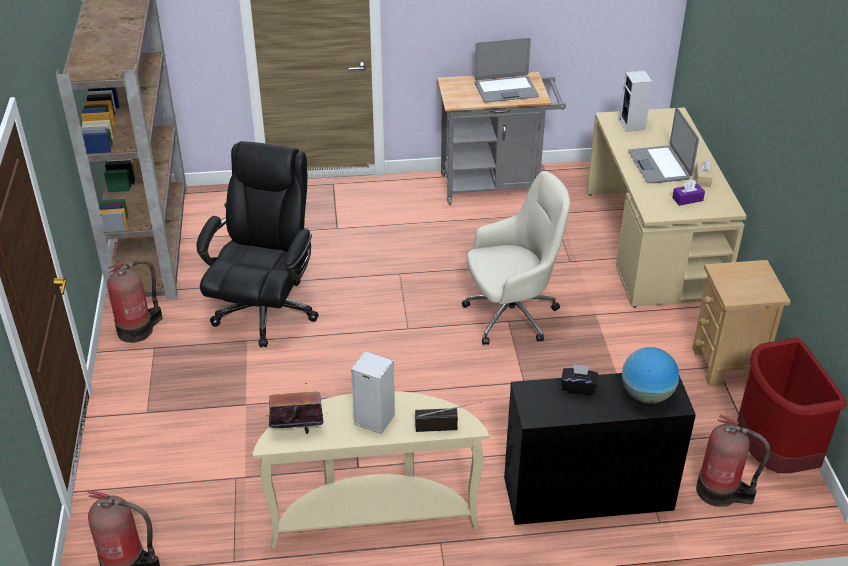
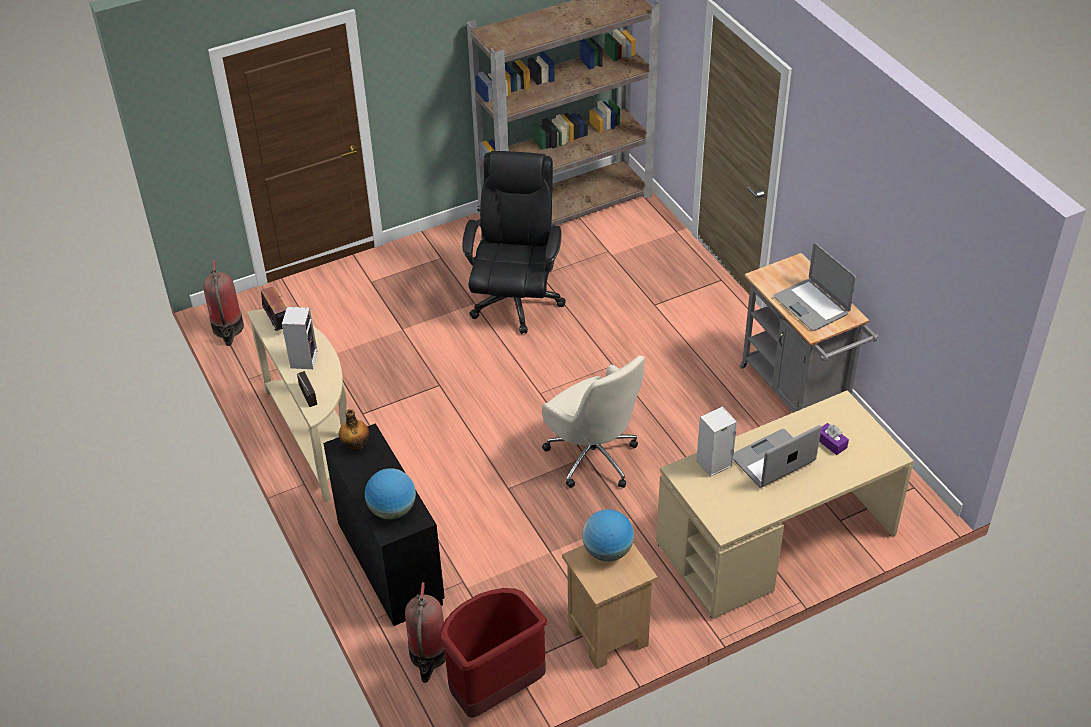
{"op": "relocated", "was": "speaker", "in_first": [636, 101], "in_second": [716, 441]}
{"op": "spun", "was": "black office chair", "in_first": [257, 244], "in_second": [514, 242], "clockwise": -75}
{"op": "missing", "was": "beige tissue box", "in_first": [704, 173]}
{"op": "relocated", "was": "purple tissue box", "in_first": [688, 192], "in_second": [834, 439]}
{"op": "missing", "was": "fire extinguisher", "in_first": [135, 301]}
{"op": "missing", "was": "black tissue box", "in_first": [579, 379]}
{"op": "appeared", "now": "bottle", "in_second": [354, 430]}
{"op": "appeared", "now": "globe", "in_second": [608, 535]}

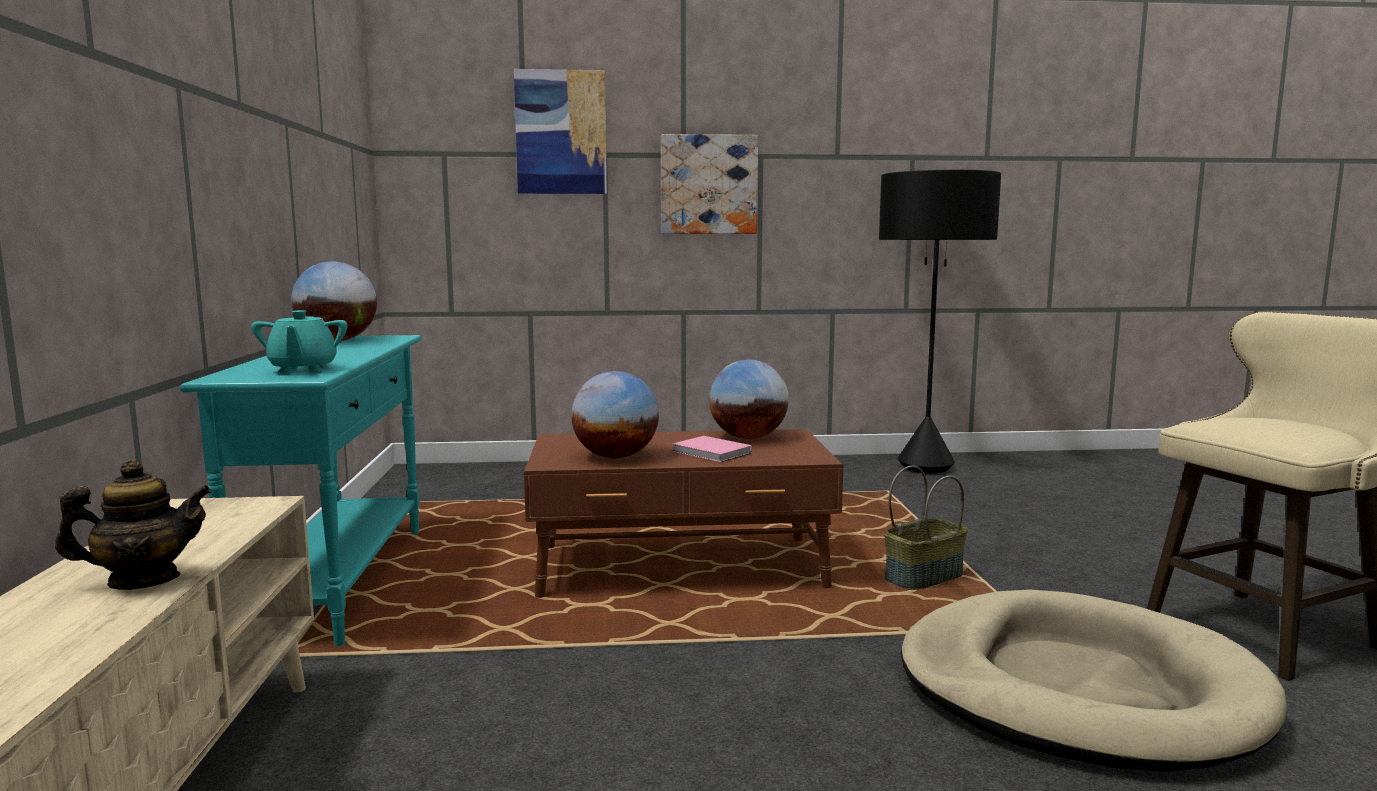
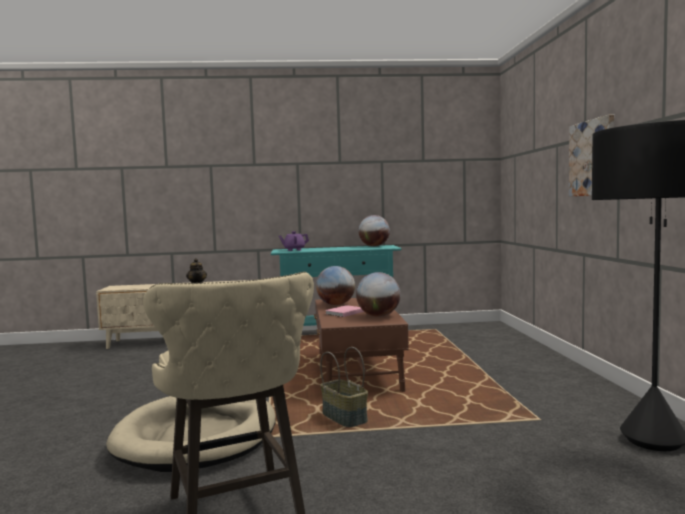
{"op": "missing", "was": "picture", "in_first": [560, 131]}
{"op": "colour", "was": "turquoise teapot", "now": "purple teapot", "in_first": [299, 342], "in_second": [294, 241]}

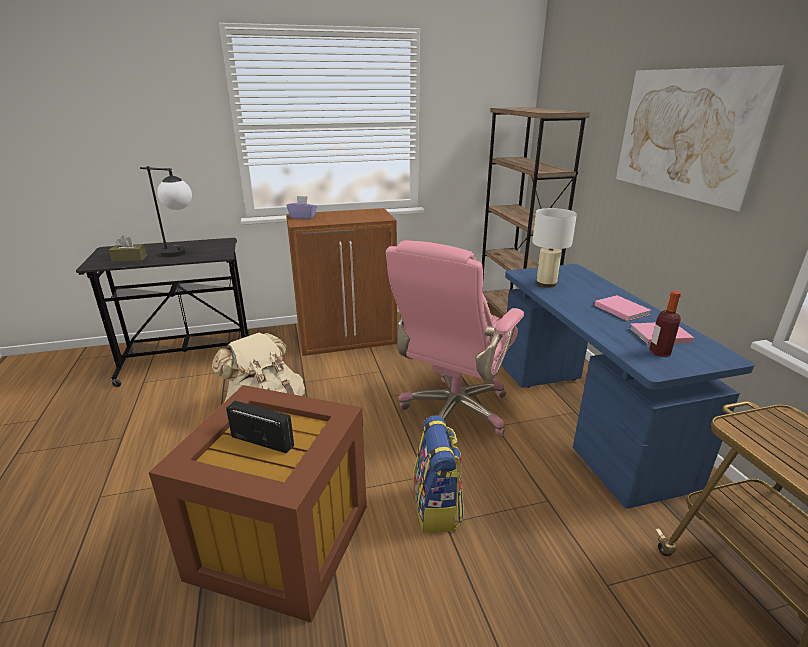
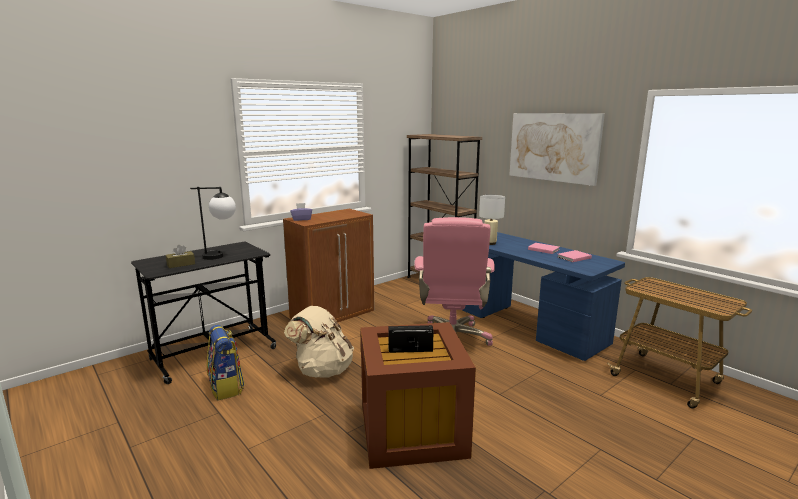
{"op": "missing", "was": "bottle", "in_first": [665, 324]}
{"op": "relocated", "was": "backpack", "in_first": [438, 474], "in_second": [226, 362]}

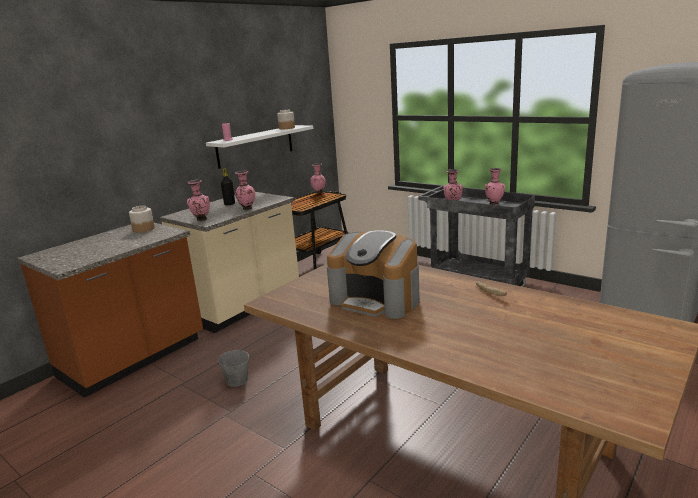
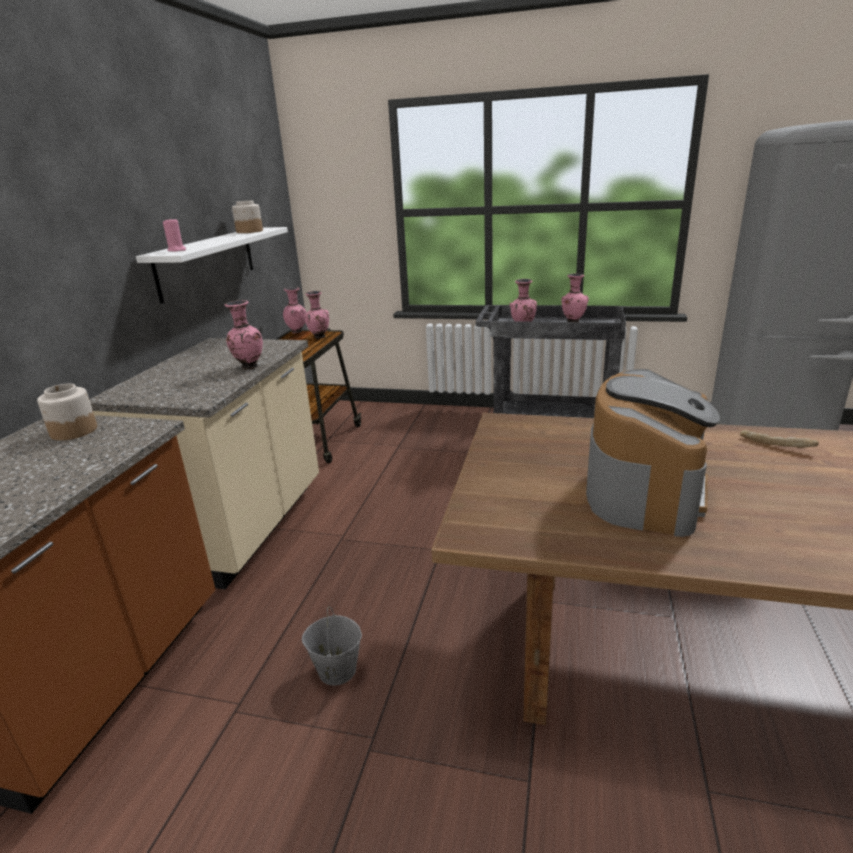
{"op": "missing", "was": "black bottle", "in_first": [228, 186]}
{"op": "relocated", "was": "pink vase", "in_first": [198, 200], "in_second": [316, 315]}
{"op": "spun", "was": "coffee machine", "in_first": [373, 274], "in_second": [653, 453], "clockwise": -75}

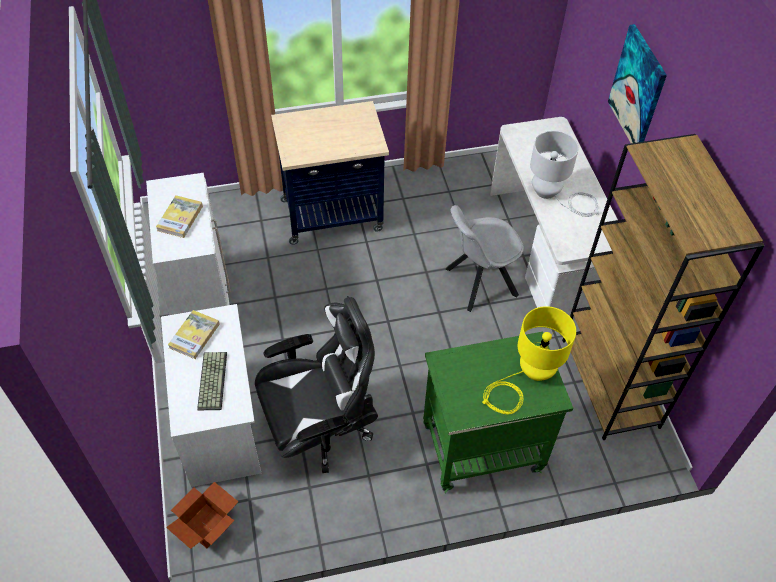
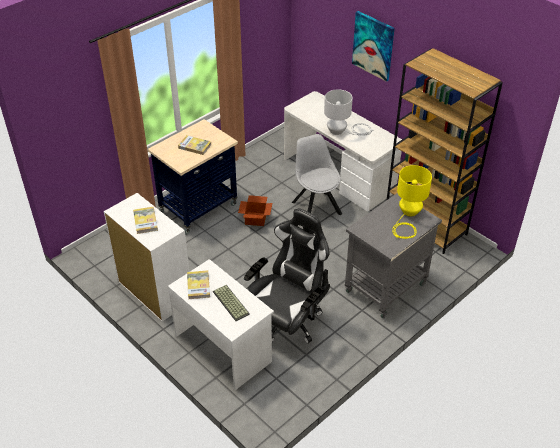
{"op": "spun", "was": "grey chair", "in_first": [485, 258], "in_second": [317, 174], "clockwise": 120}
{"op": "colour", "was": "green cart", "now": "grey cart", "in_first": [498, 412], "in_second": [393, 256]}
{"op": "relocated", "was": "cardboard box", "in_first": [202, 515], "in_second": [255, 210]}
{"op": "appeared", "now": "book", "in_second": [195, 145]}

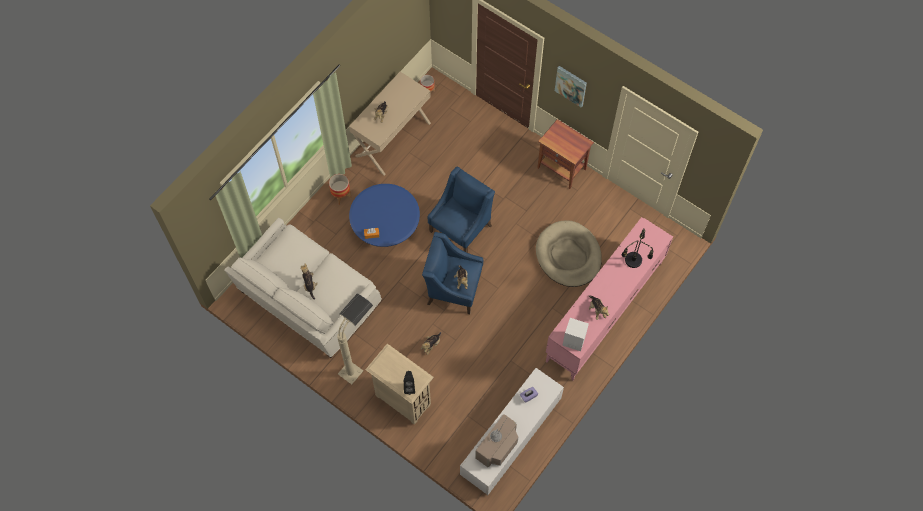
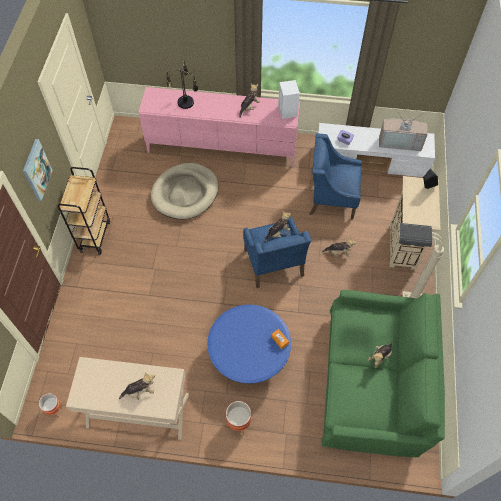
{"op": "exchanged", "was": "nightstand", "now": "brown cart", "in_first": [565, 154], "in_second": [84, 211]}
{"op": "relocated", "was": "blue armchair", "in_first": [461, 210], "in_second": [336, 176]}
{"op": "colour", "was": "white sofa", "now": "green sofa", "in_first": [303, 288], "in_second": [383, 373]}

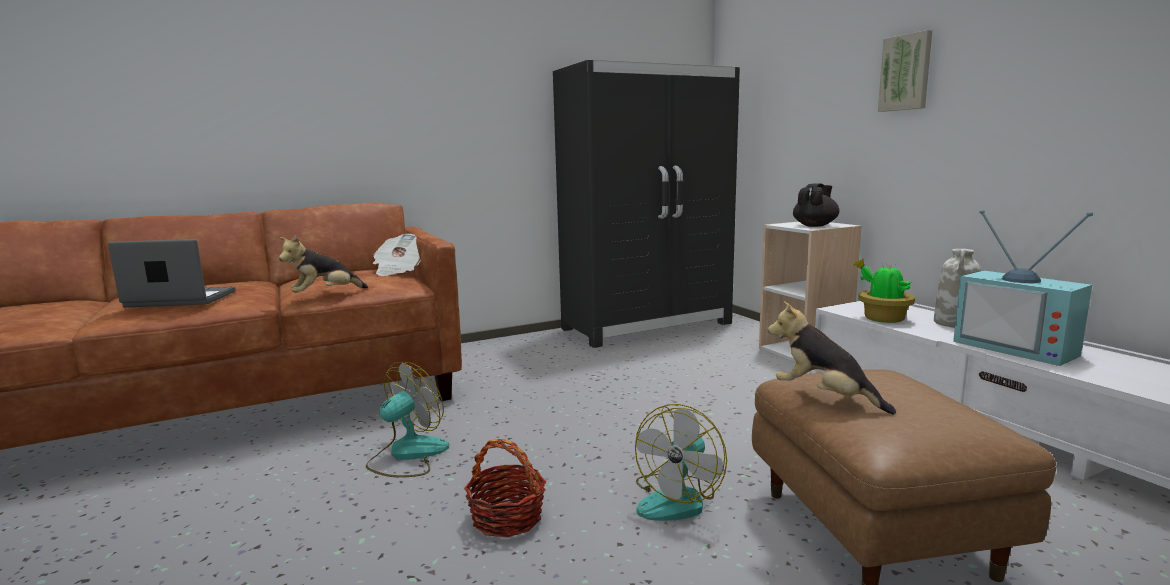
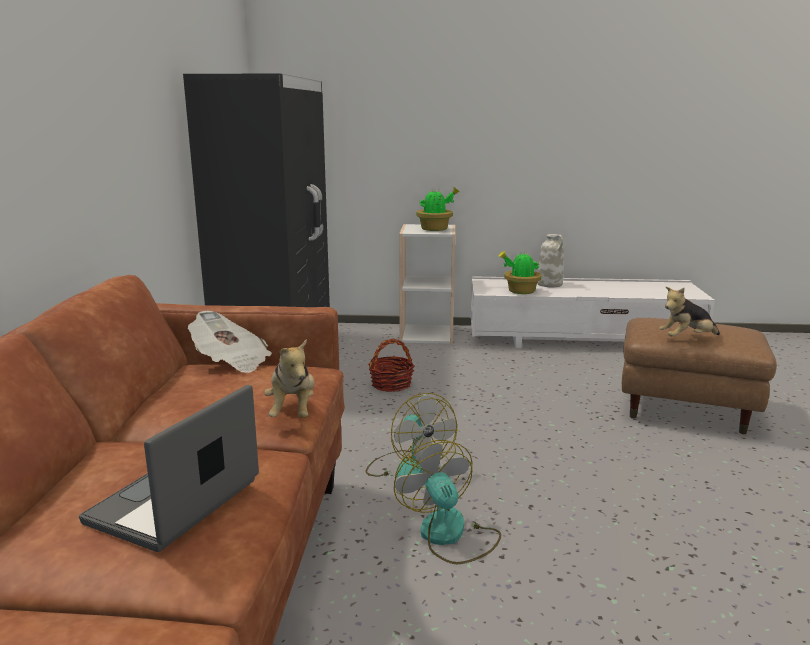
{"op": "missing", "was": "picture", "in_first": [905, 71]}
{"op": "exchanged", "was": "black teapot", "now": "potted plant", "in_first": [816, 205], "in_second": [437, 209]}
{"op": "missing", "was": "television", "in_first": [1023, 288]}
{"op": "relocated", "was": "fan", "in_first": [681, 462], "in_second": [411, 439]}
{"op": "relocated", "was": "basket", "in_first": [505, 488], "in_second": [391, 365]}

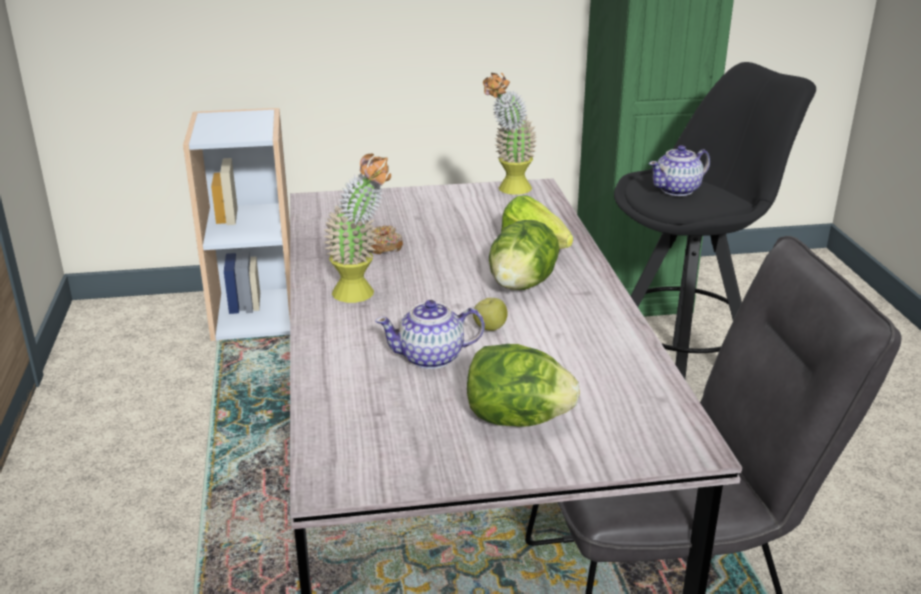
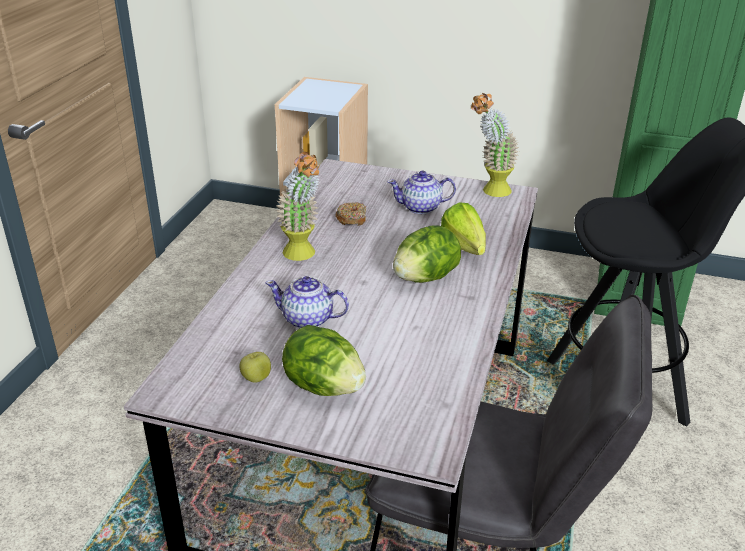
{"op": "relocated", "was": "teapot", "in_first": [679, 170], "in_second": [422, 192]}
{"op": "relocated", "was": "apple", "in_first": [490, 314], "in_second": [255, 367]}

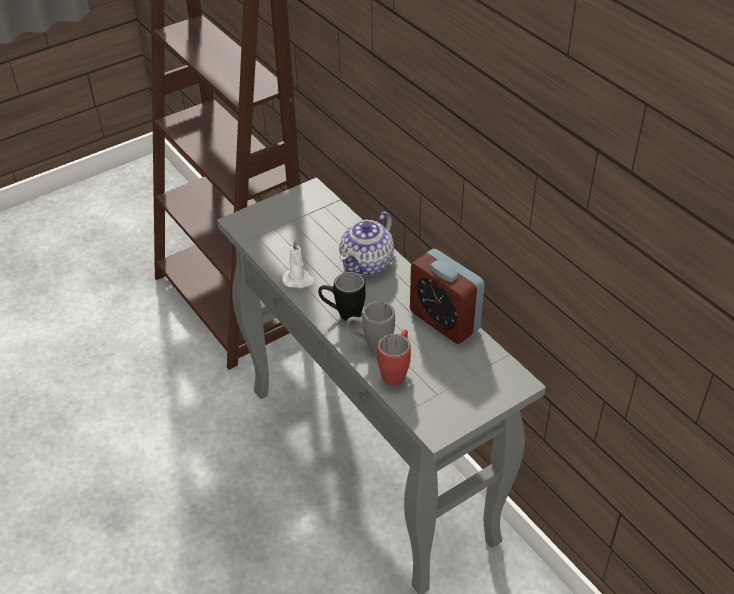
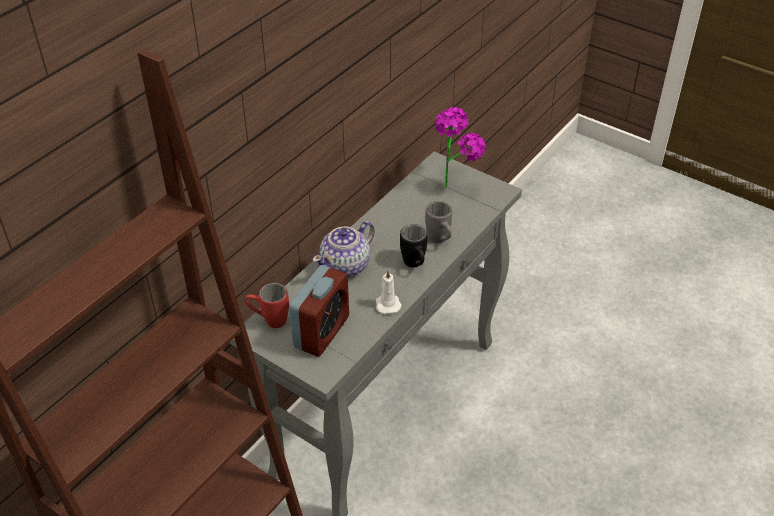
{"op": "spun", "was": "teapot", "in_first": [366, 244], "in_second": [344, 249], "clockwise": 120}
{"op": "relocated", "was": "alarm clock", "in_first": [447, 296], "in_second": [319, 311]}
{"op": "relocated", "was": "red mug", "in_first": [394, 357], "in_second": [267, 305]}
{"op": "appeared", "now": "potted plant", "in_second": [460, 147]}

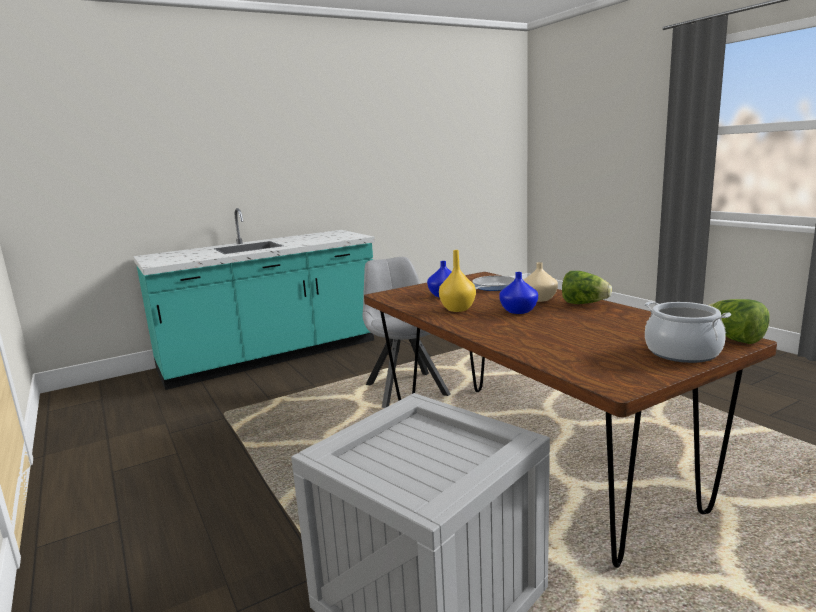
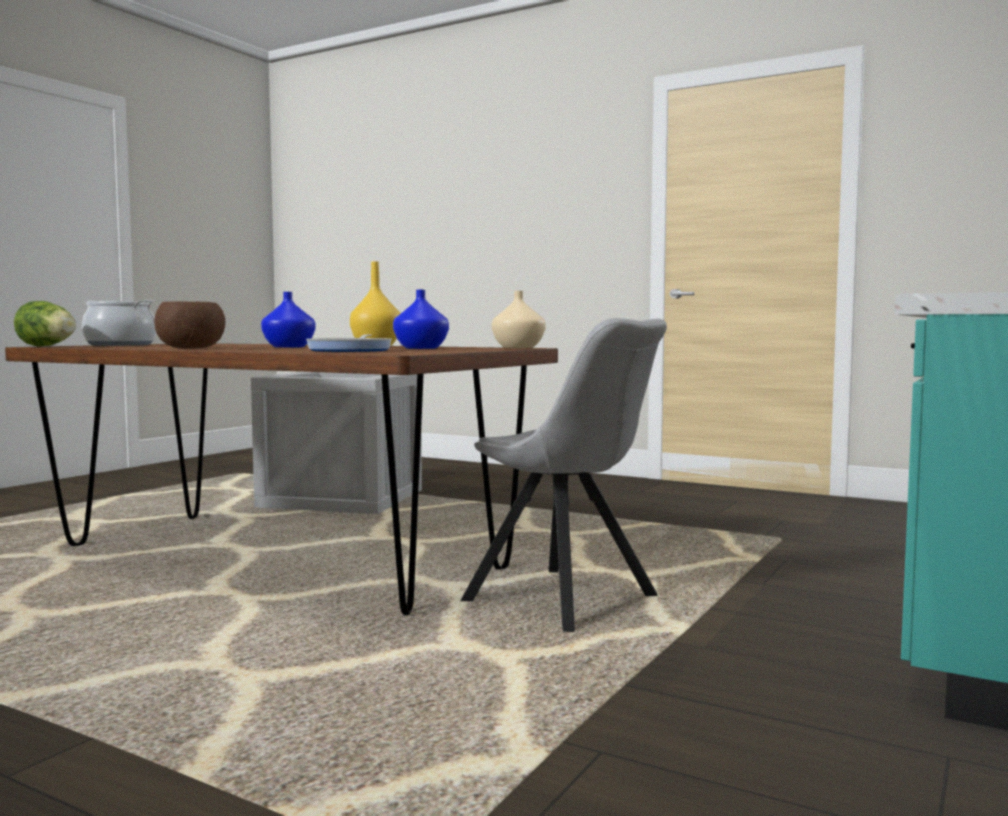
{"op": "relocated", "was": "beige vase", "in_first": [541, 282], "in_second": [519, 319]}
{"op": "exchanged", "was": "lettuce", "now": "brown bowl", "in_first": [587, 287], "in_second": [190, 325]}

